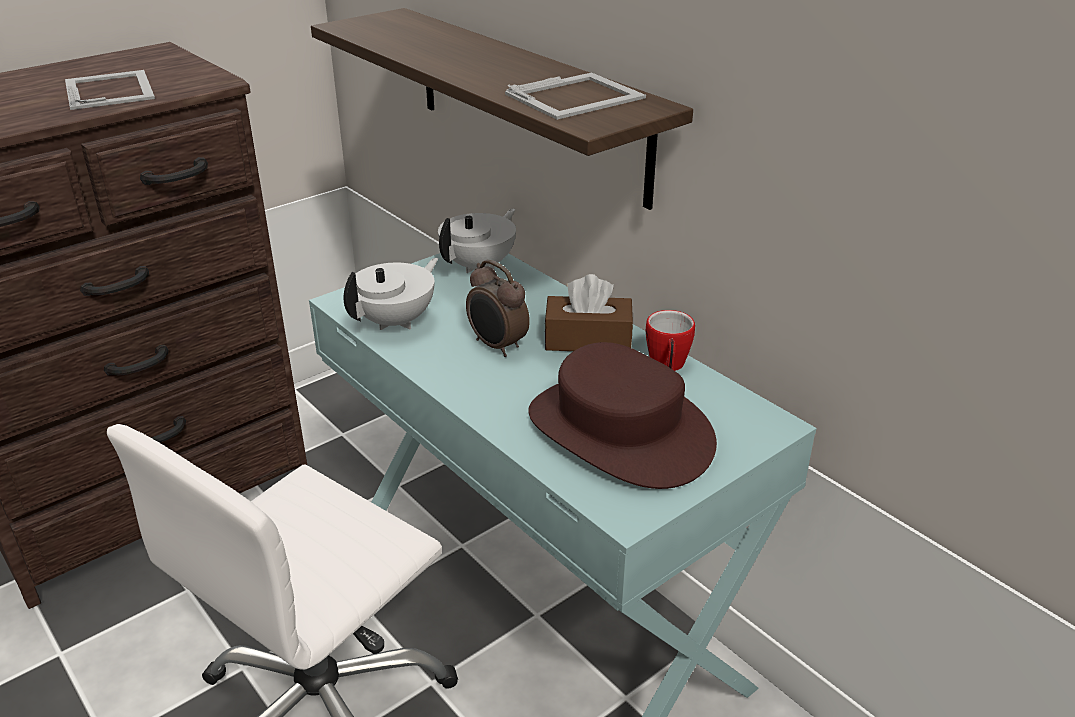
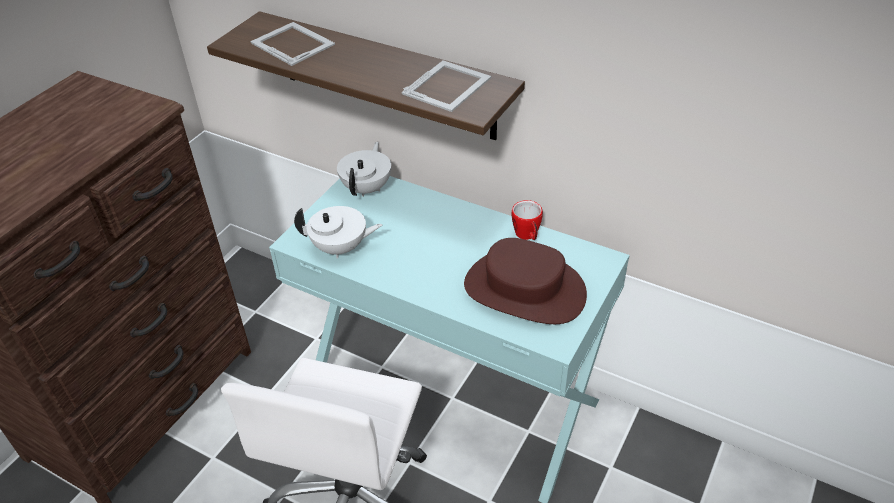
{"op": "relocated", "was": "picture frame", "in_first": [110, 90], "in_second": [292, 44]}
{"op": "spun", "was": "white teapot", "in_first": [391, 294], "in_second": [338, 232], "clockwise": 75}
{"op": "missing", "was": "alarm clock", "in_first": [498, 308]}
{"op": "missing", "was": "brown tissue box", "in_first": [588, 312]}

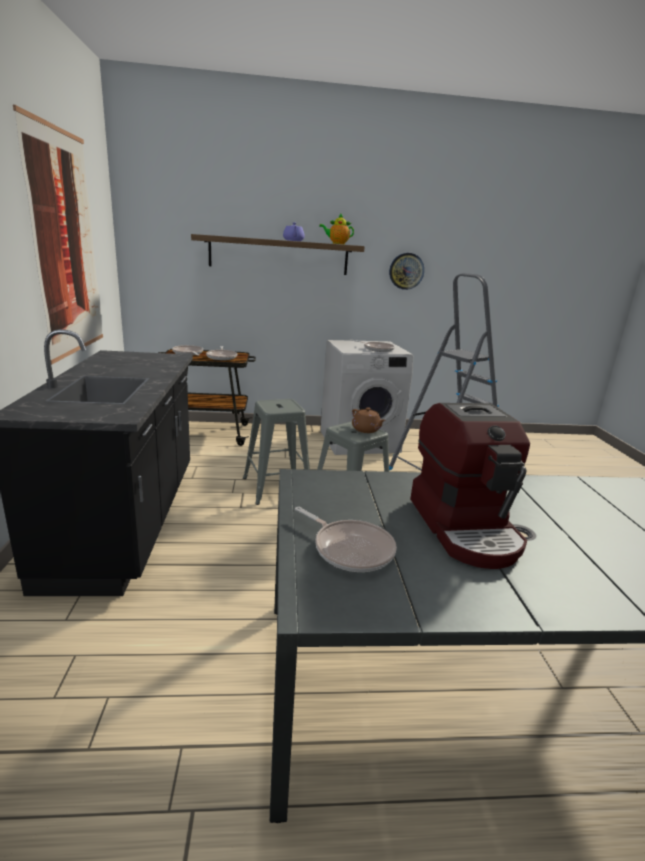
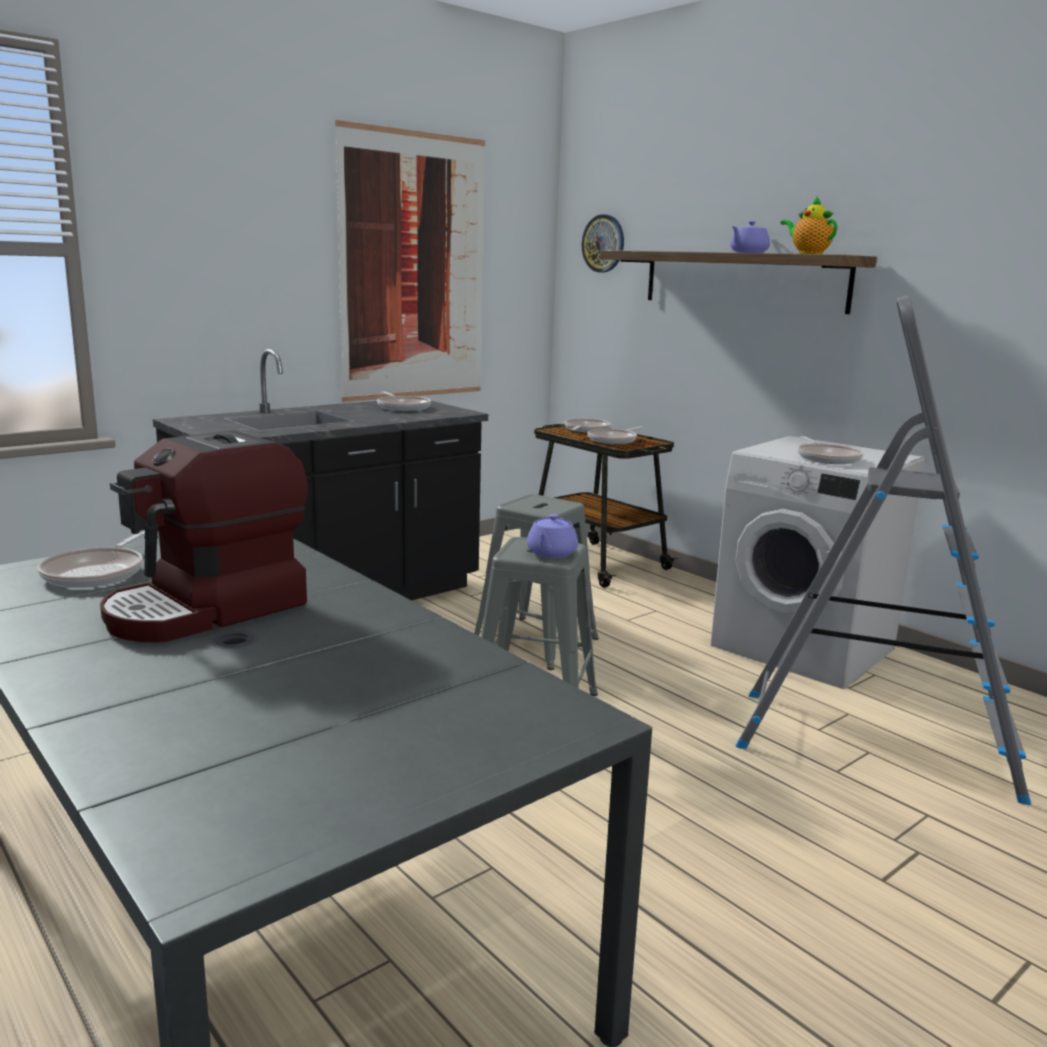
{"op": "relocated", "was": "wall clock", "in_first": [406, 271], "in_second": [603, 243]}
{"op": "colour", "was": "brown teapot", "now": "purple teapot", "in_first": [369, 420], "in_second": [552, 536]}
{"op": "appeared", "now": "frying pan", "in_second": [404, 401]}

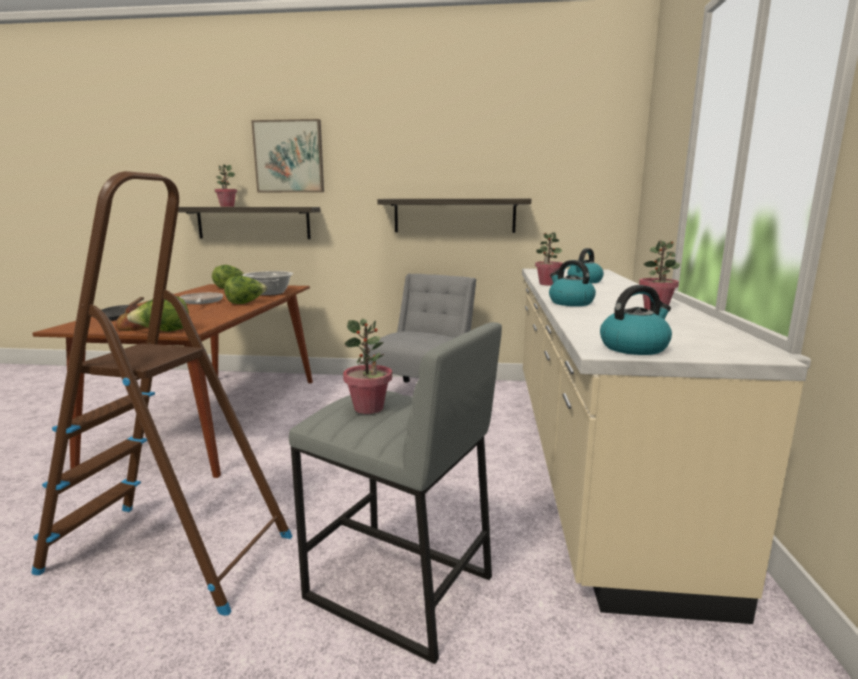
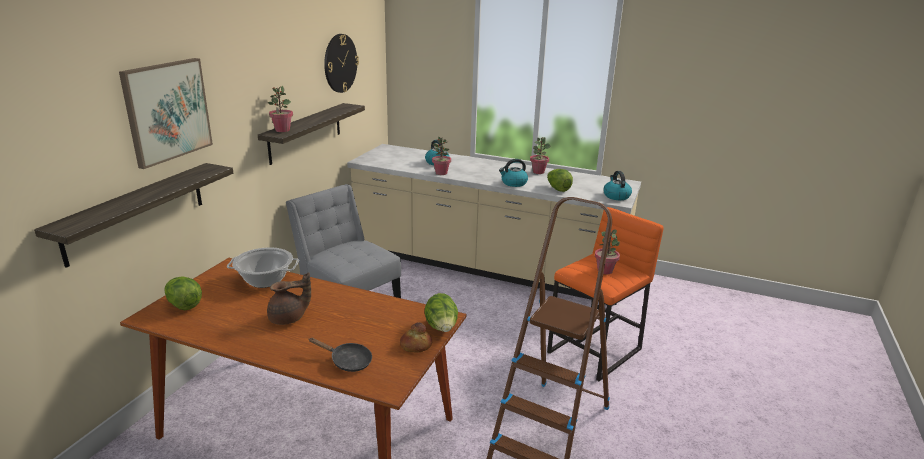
{"op": "relocated", "was": "potted plant", "in_first": [225, 185], "in_second": [280, 109]}
{"op": "relocated", "was": "lettuce", "in_first": [245, 290], "in_second": [560, 180]}
{"op": "exchanged", "was": "frying pan", "now": "brown teapot", "in_first": [201, 298], "in_second": [289, 298]}
{"op": "colour", "was": "grey stool", "now": "orange stool", "in_first": [395, 493], "in_second": [605, 294]}
{"op": "appeared", "now": "wall clock", "in_second": [341, 63]}

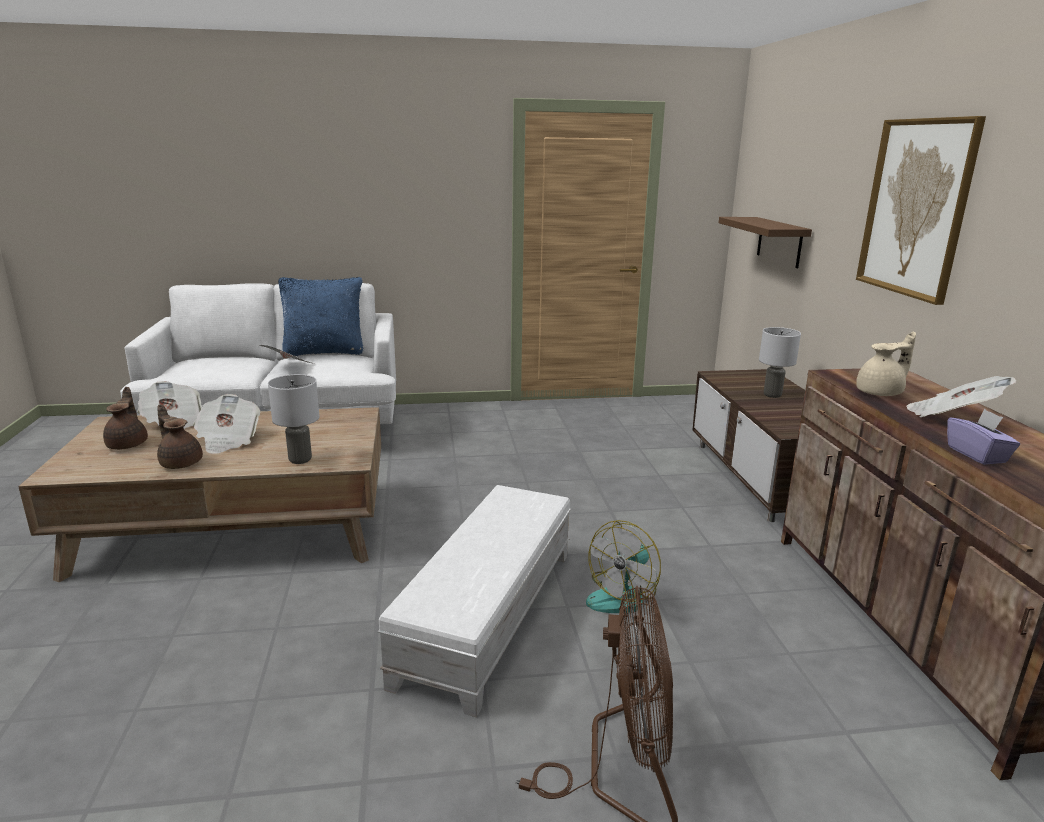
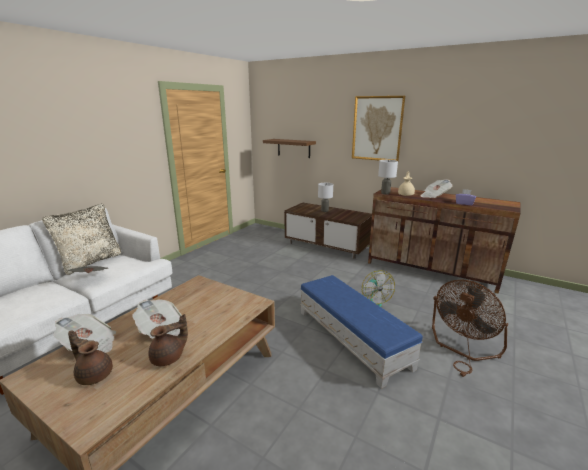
{"op": "colour", "was": "blue pillow", "now": "beige pillow", "in_first": [321, 317], "in_second": [81, 239]}
{"op": "relocated", "was": "white table lamp", "in_first": [294, 419], "in_second": [388, 177]}
{"op": "spun", "was": "brown teapot", "in_first": [180, 437], "in_second": [168, 340], "clockwise": 150}
{"op": "colour", "was": "white ottoman", "now": "blue ottoman", "in_first": [474, 601], "in_second": [361, 332]}

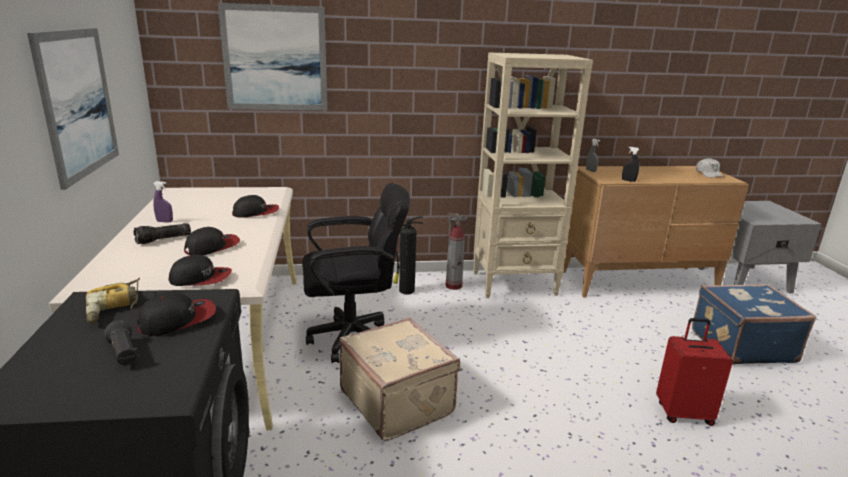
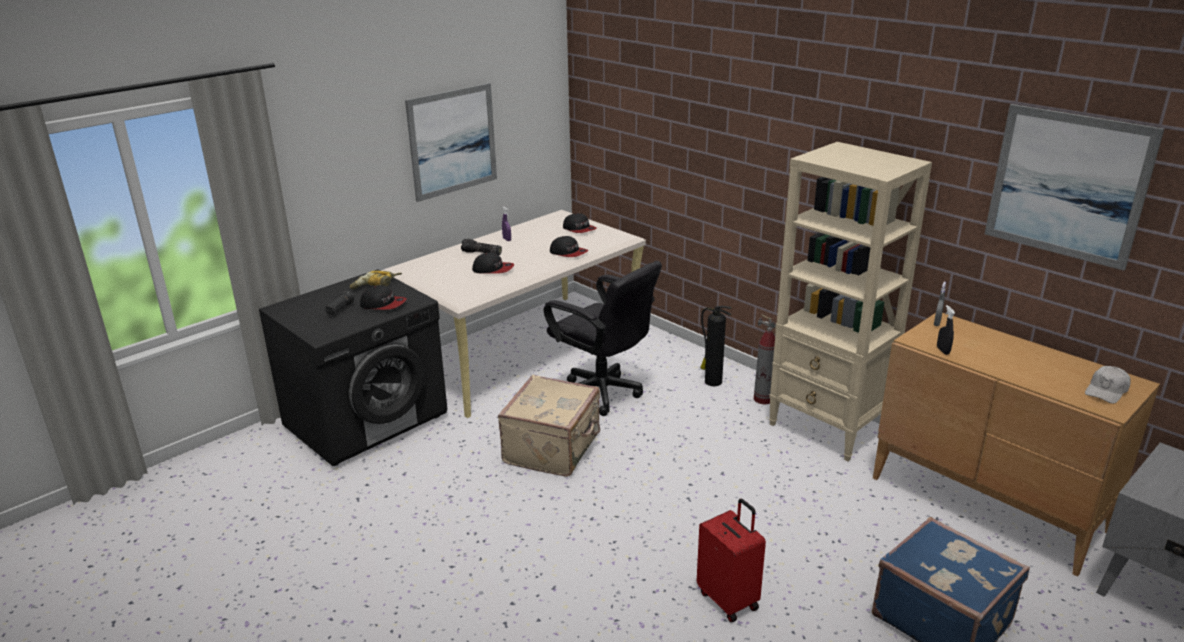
{"op": "relocated", "was": "picture", "in_first": [272, 57], "in_second": [1074, 187]}
{"op": "relocated", "was": "cap", "in_first": [200, 270], "in_second": [579, 223]}

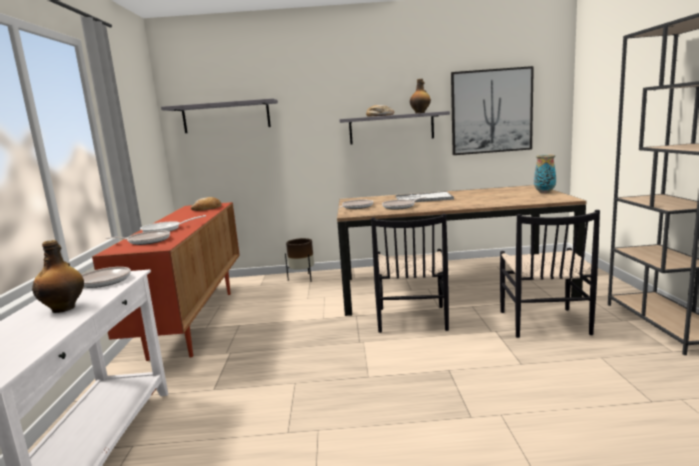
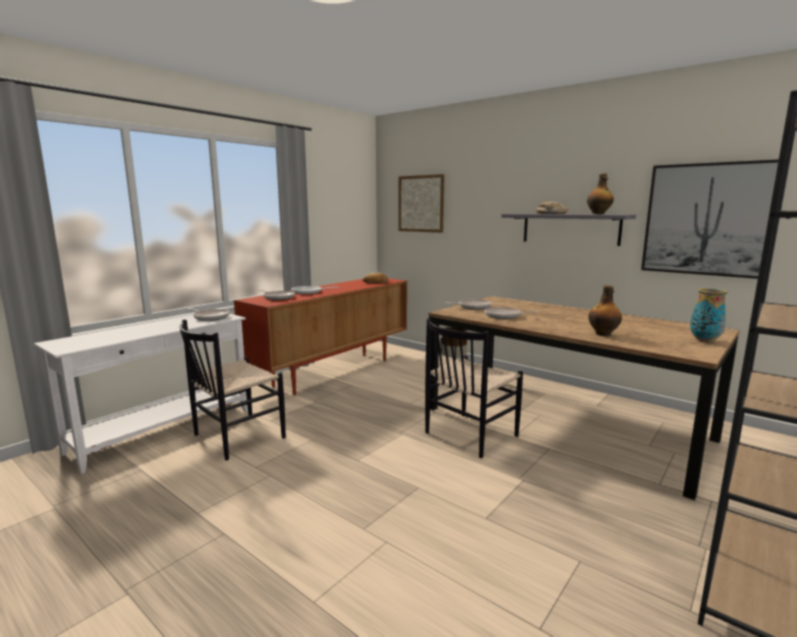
{"op": "exchanged", "was": "grey shelf", "now": "picture", "in_first": [219, 115], "in_second": [422, 203]}
{"op": "missing", "was": "tray", "in_first": [425, 196]}
{"op": "relocated", "was": "black chair", "in_first": [550, 274], "in_second": [232, 390]}
{"op": "relocated", "was": "bottle", "in_first": [58, 276], "in_second": [605, 310]}

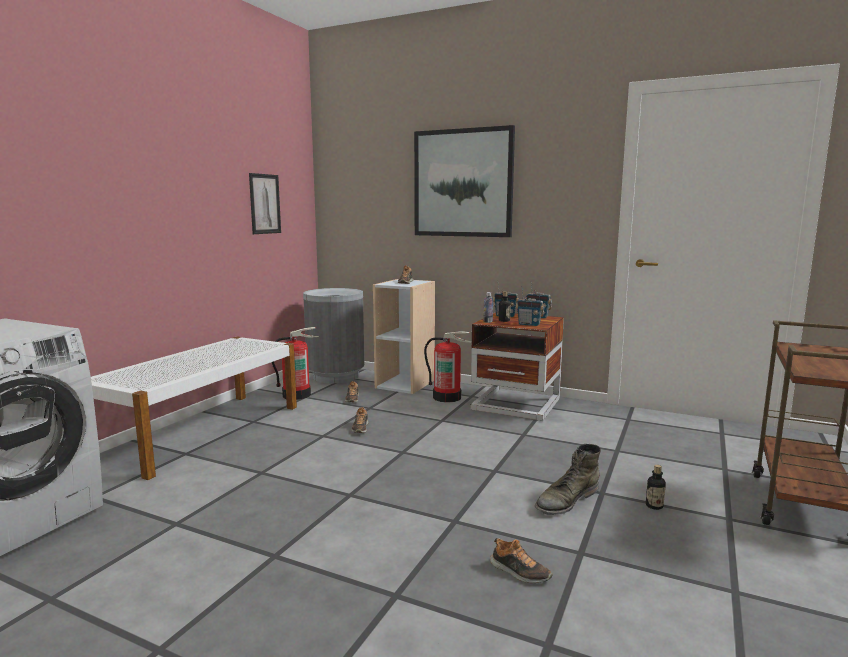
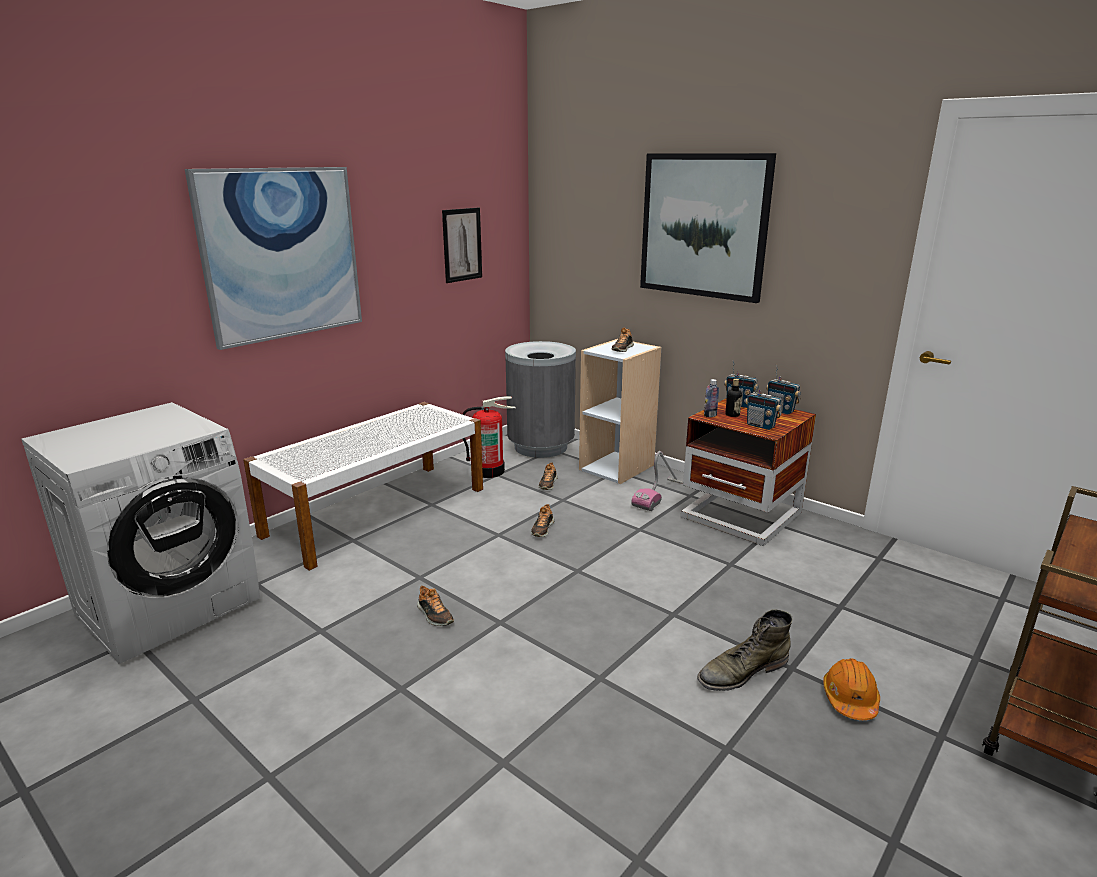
{"op": "exchanged", "was": "fire extinguisher", "now": "vacuum cleaner", "in_first": [448, 366], "in_second": [657, 481]}
{"op": "exchanged", "was": "bottle", "now": "orange hard hat", "in_first": [656, 487], "in_second": [851, 689]}
{"op": "relocated", "was": "shoe", "in_first": [521, 560], "in_second": [435, 605]}
{"op": "appeared", "now": "picture", "in_second": [273, 258]}

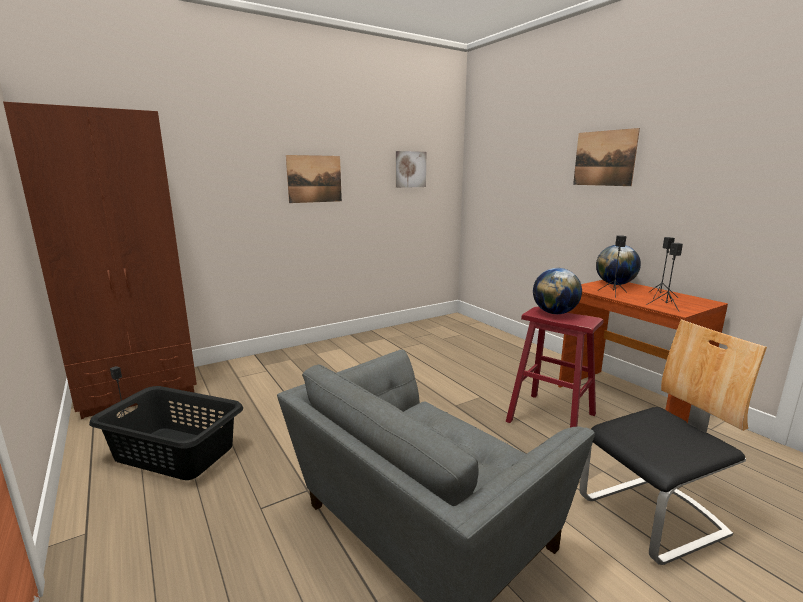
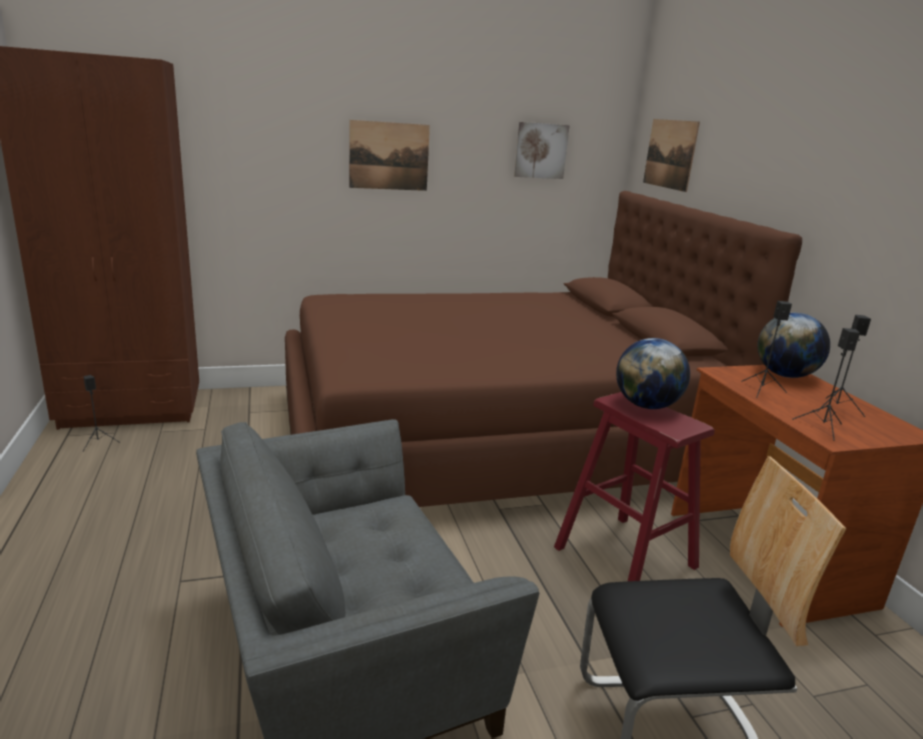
{"op": "relocated", "was": "picture", "in_first": [606, 157], "in_second": [671, 155]}
{"op": "missing", "was": "black laundry basket", "in_first": [166, 433]}
{"op": "appeared", "now": "brown bed", "in_second": [543, 349]}

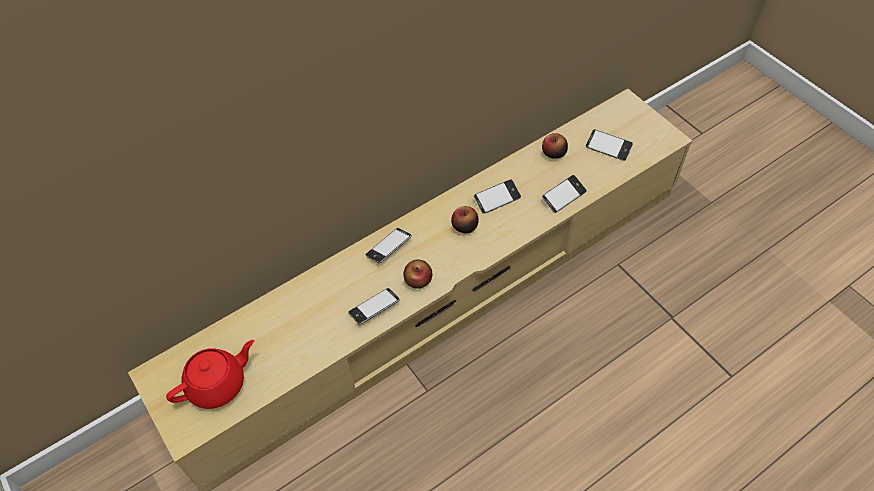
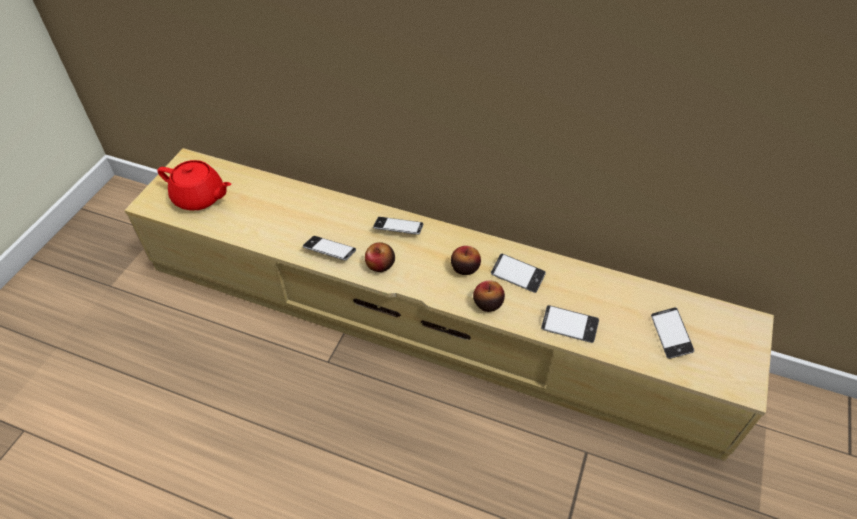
{"op": "relocated", "was": "apple", "in_first": [555, 146], "in_second": [489, 296]}

